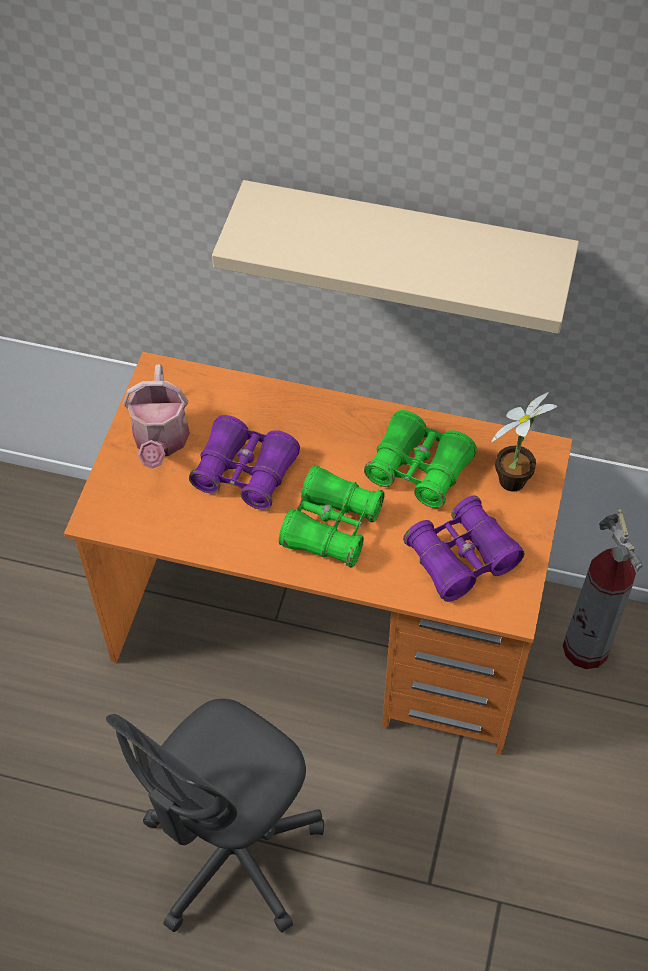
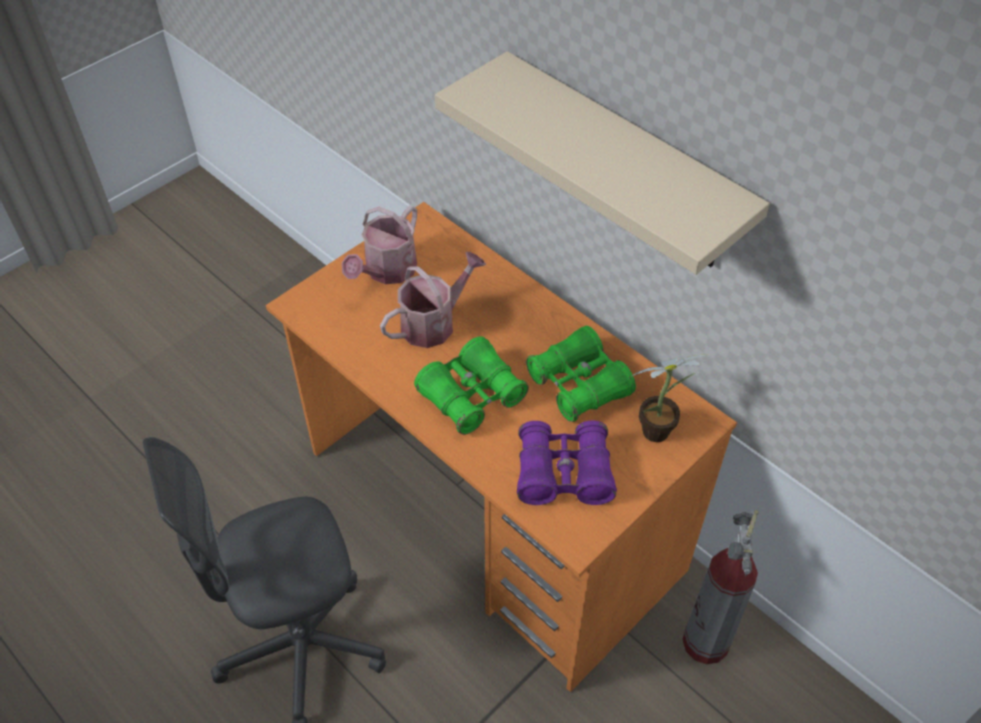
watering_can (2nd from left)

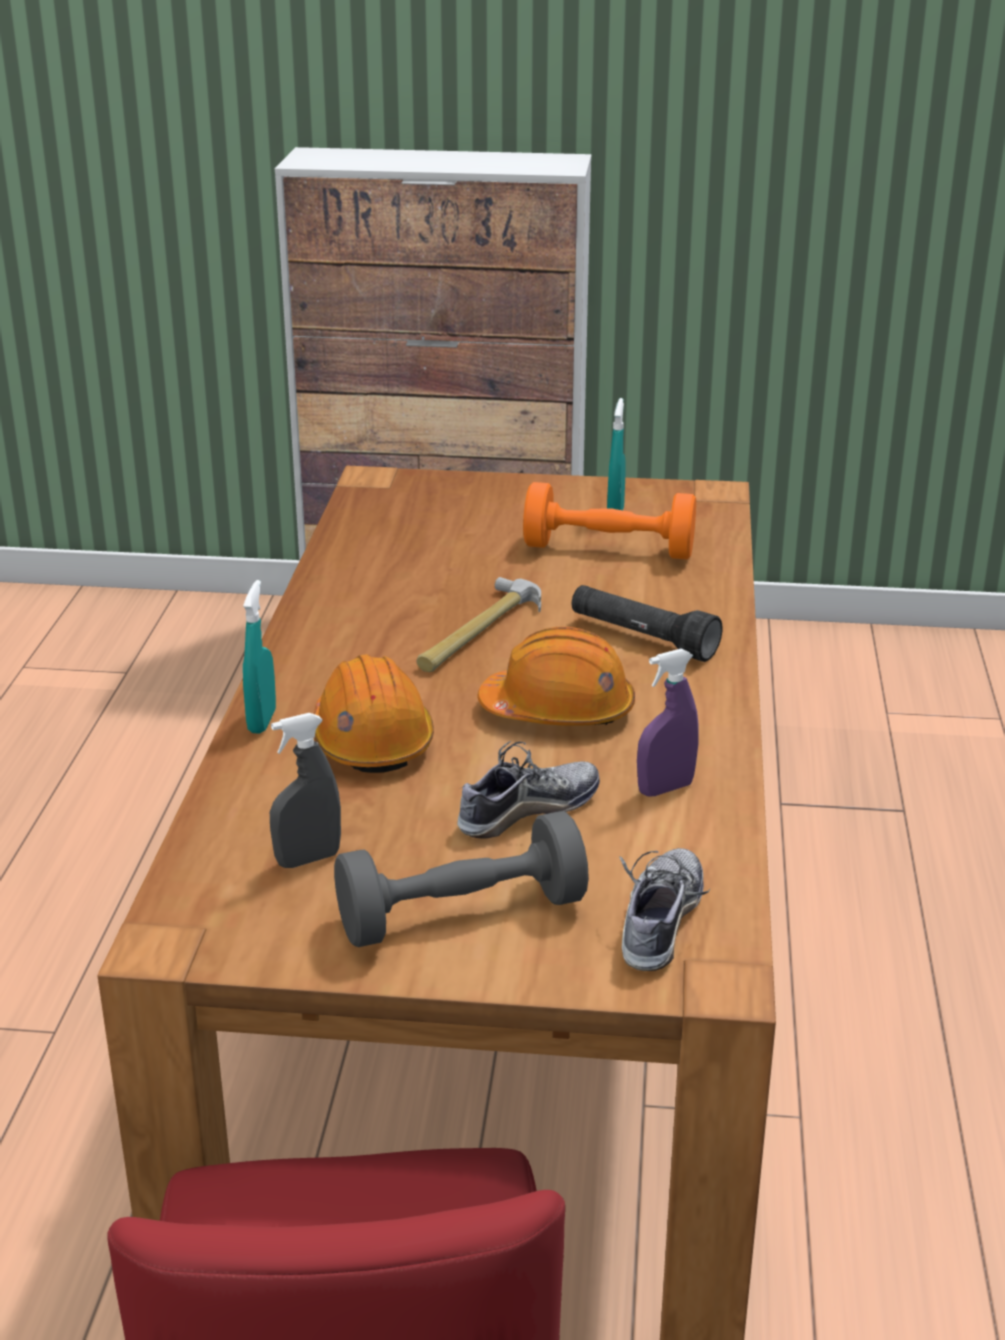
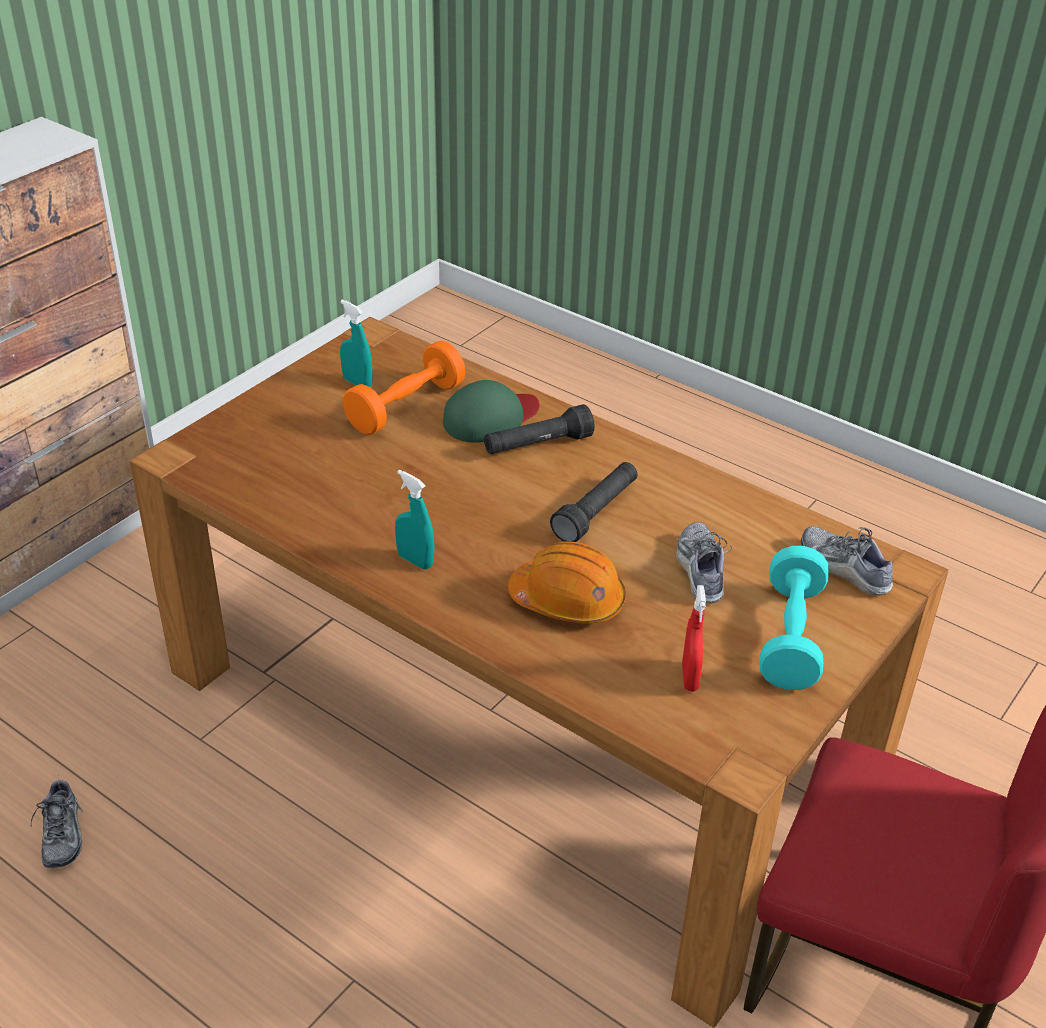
tool_hammer
turquoise_sprayer (2nd from left)
black-coloured_torch (2nd from left)
purple-coloured_sprayer
red_sprayer
turquoise_hand_weight
green-coloured_cap
item_of_footwear (1st from left)

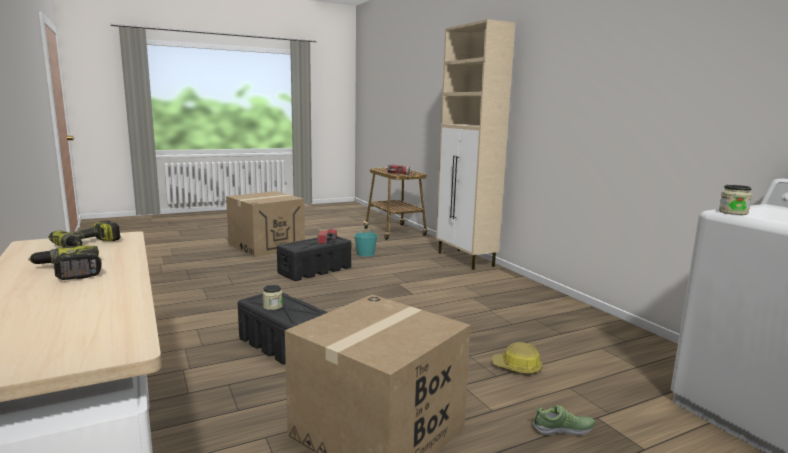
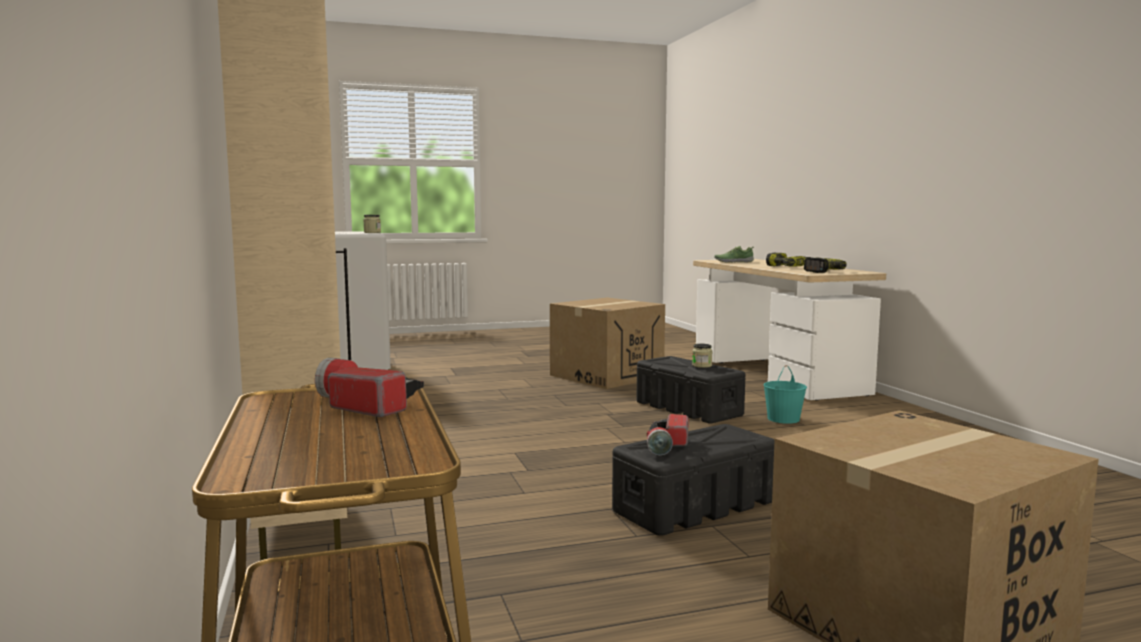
turquoise_bucket
hard_hat
item_of_footwear

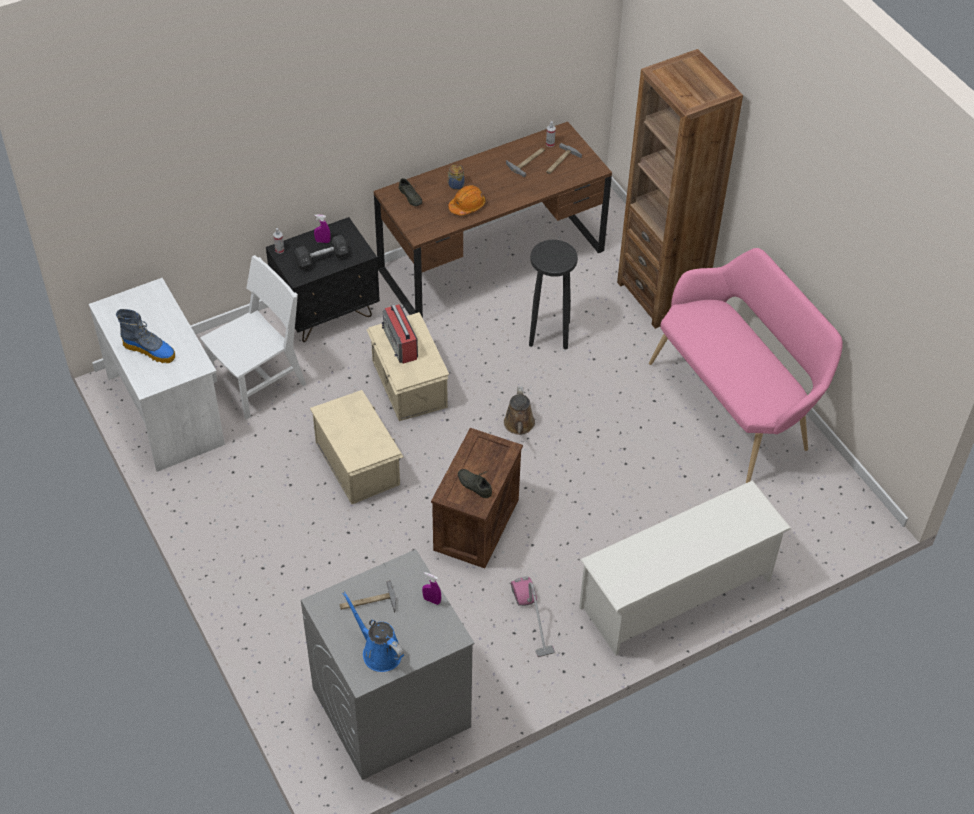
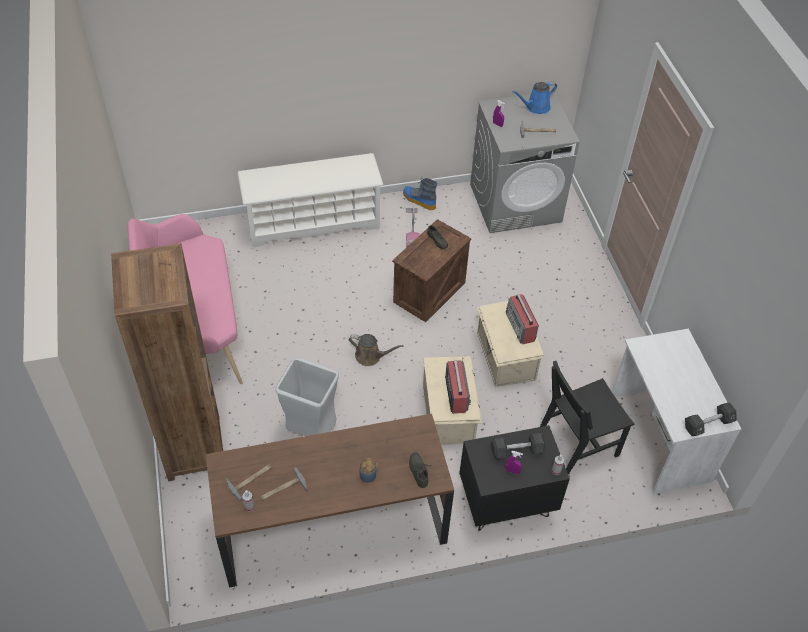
orange-coloured_hard_hat
grey_rubbish_bin
black-coloured_chair
high-top_boot
brown-coloured_watering_can
blue-coloured_watering_can
radio (2nd from left)
black-coloured_hand_weight (2nd from left)

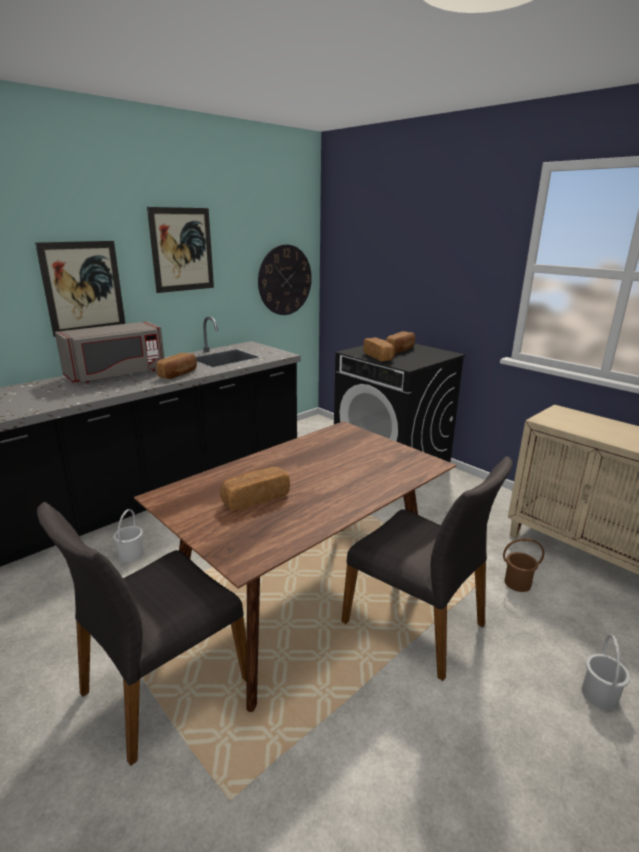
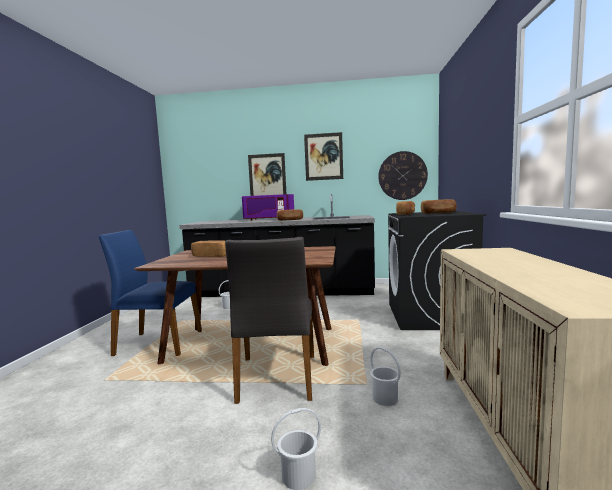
purple-coloured_microwave
blue-coloured_chair
white_bucket (3rd from left)

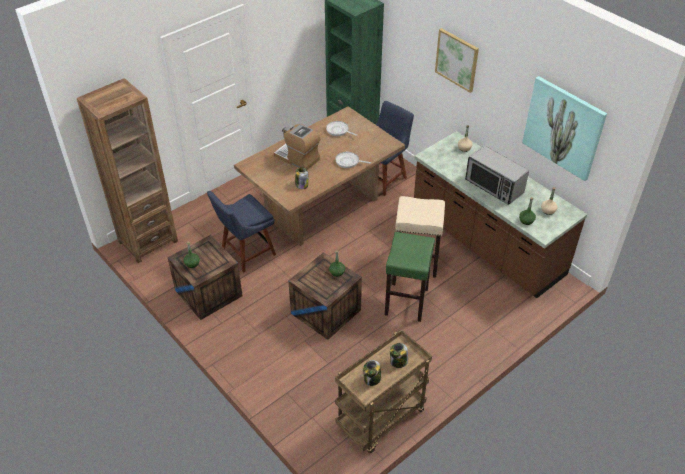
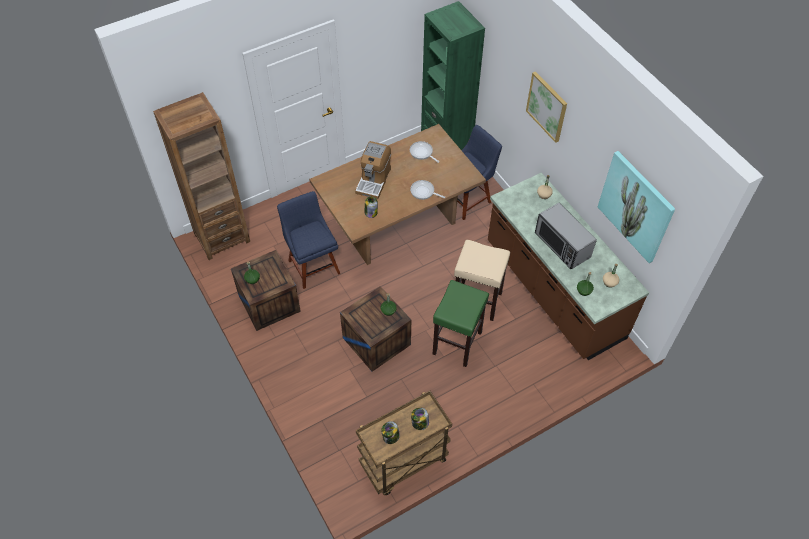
coffee_maker
blue-coloured_chair (1st from left)

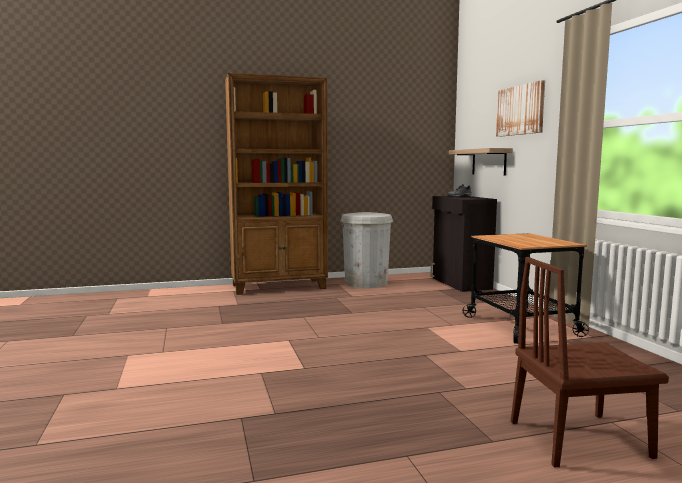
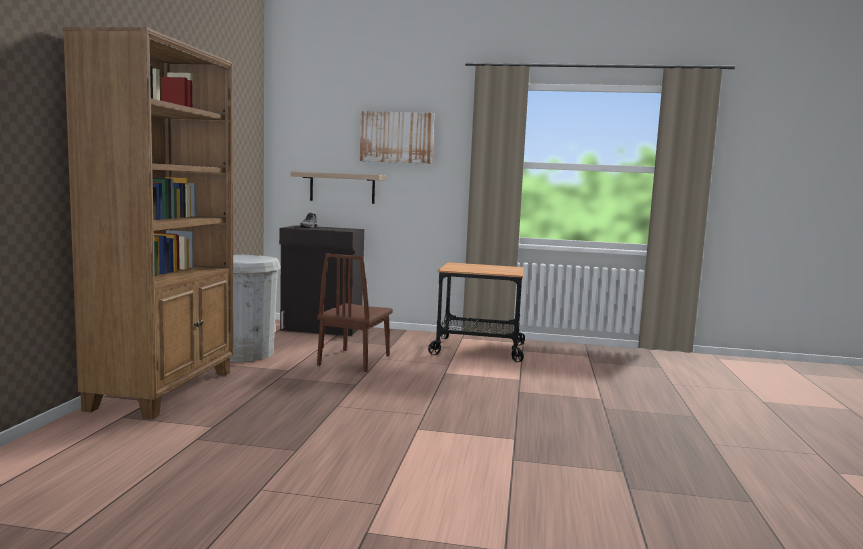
brown-coloured_chair

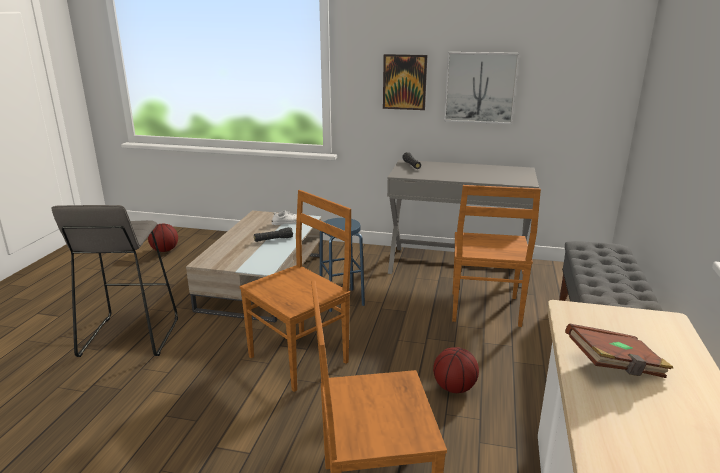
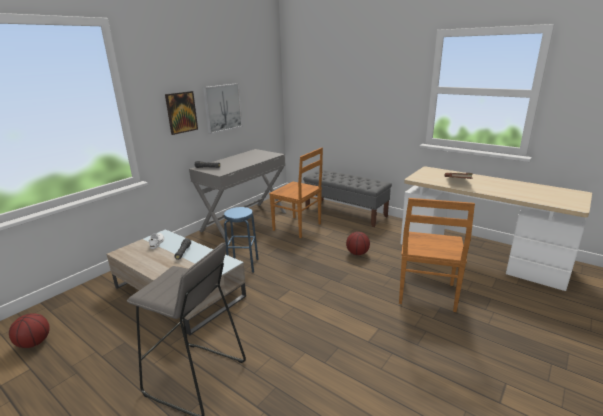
brown-coloured_chair (1st from left in the first image)

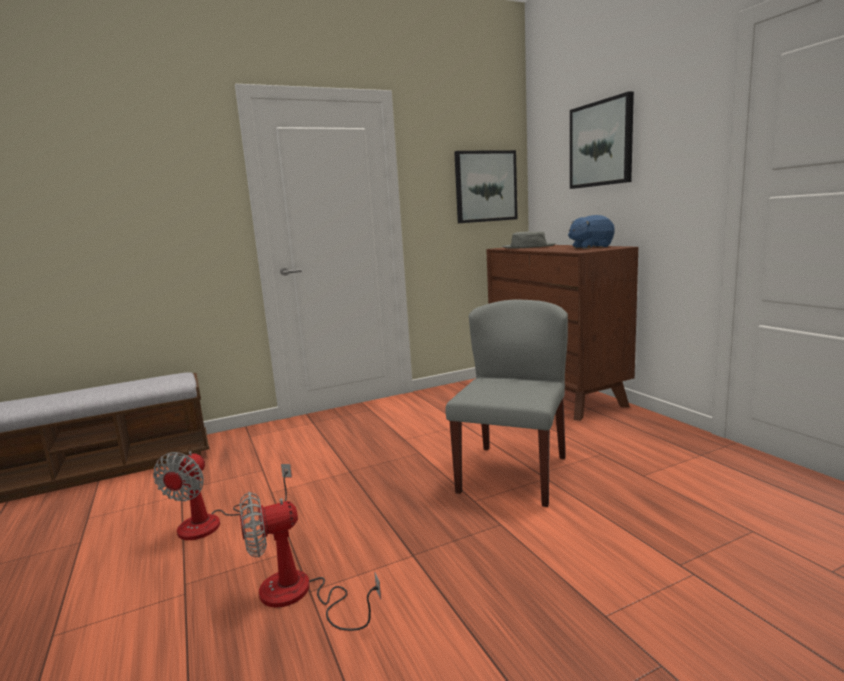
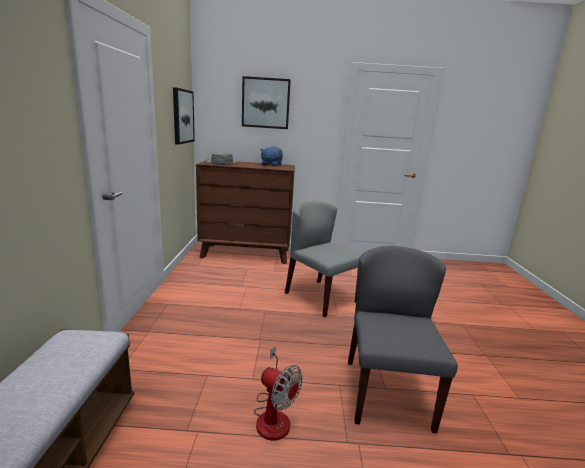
grey_chair (2nd from left)

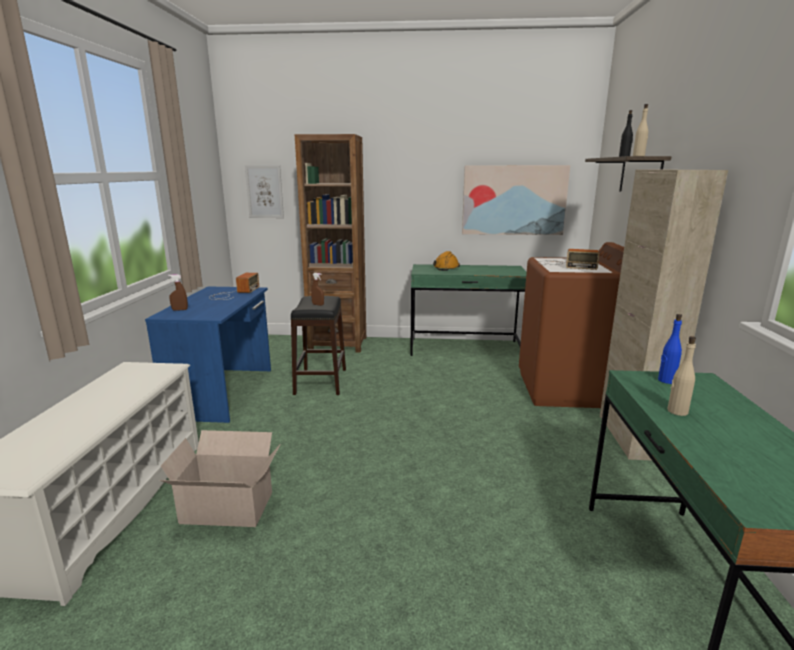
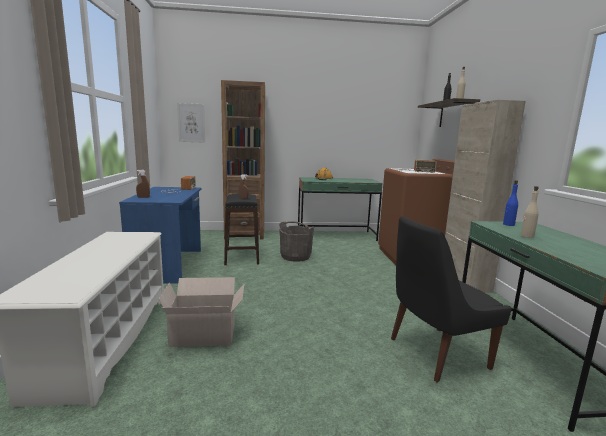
picture (2nd from left in the first image)
black-coloured_chair
grey_bucket

